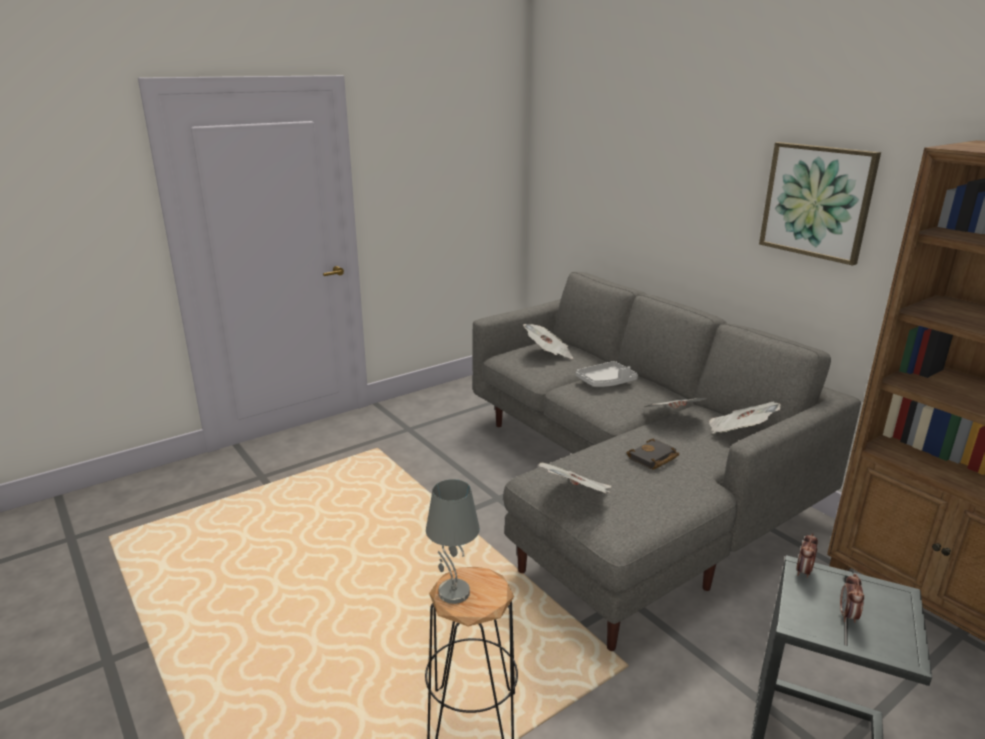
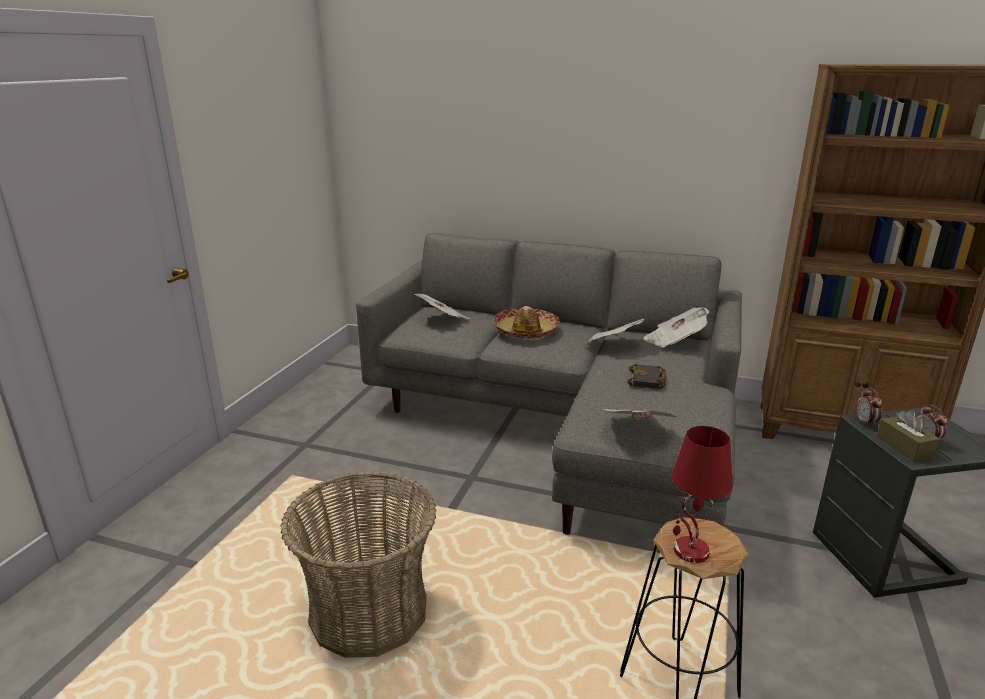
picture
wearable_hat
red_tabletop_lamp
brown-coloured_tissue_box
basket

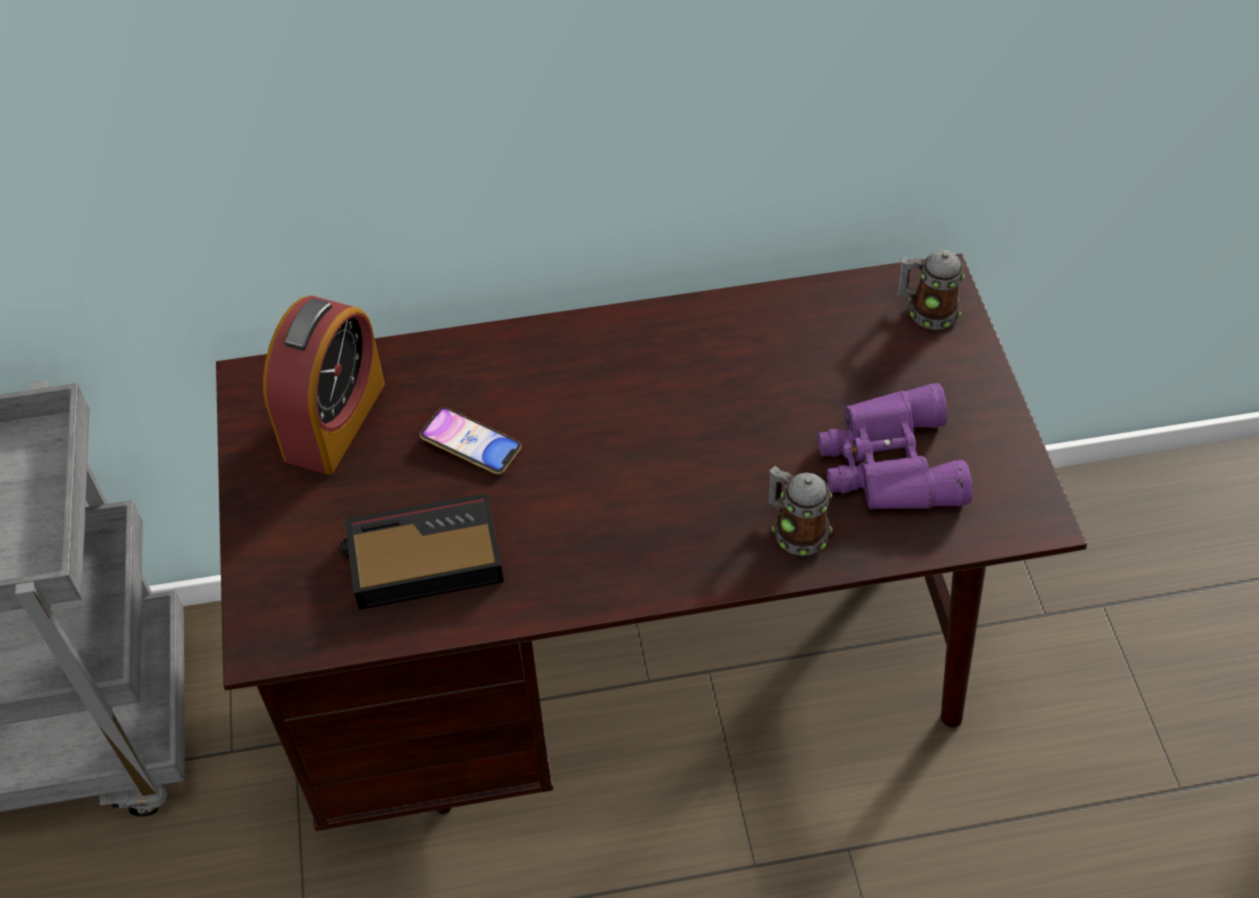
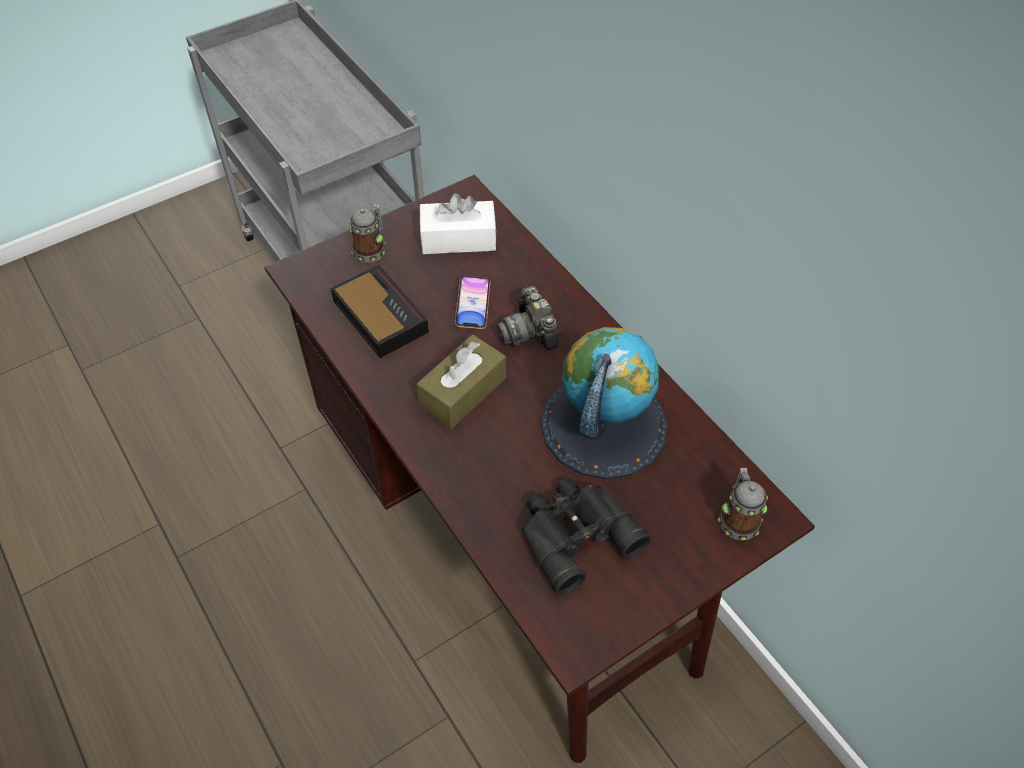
white_tissue_box
black-coloured_field_glasses
tea_mug (1st from left)
photo_camera
desk_globe
brown-coloured_tissue_box

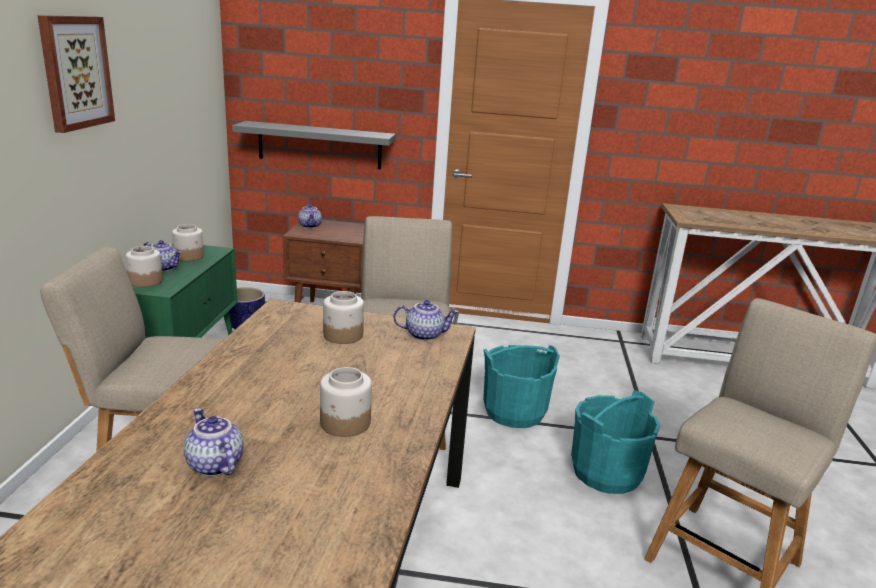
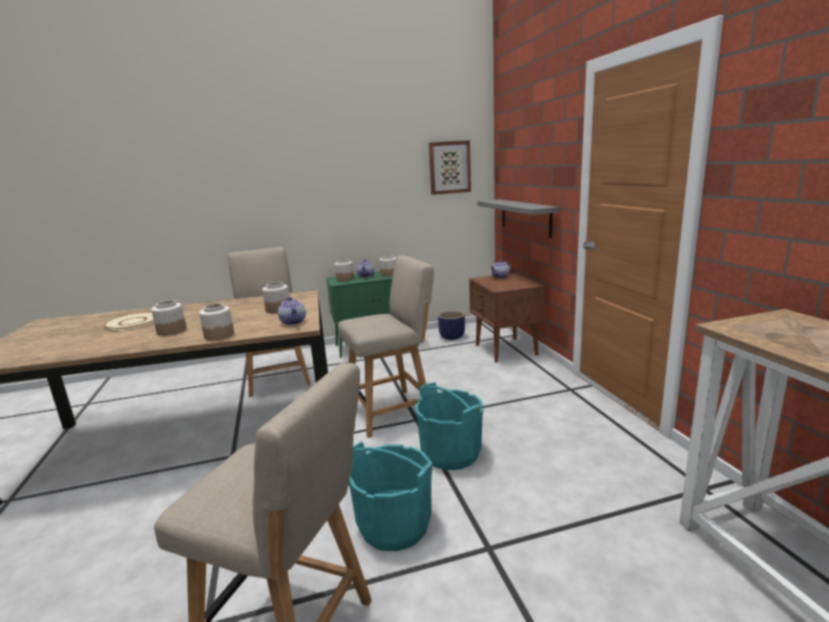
picture
beige_flat_dish
jar (2nd from left)

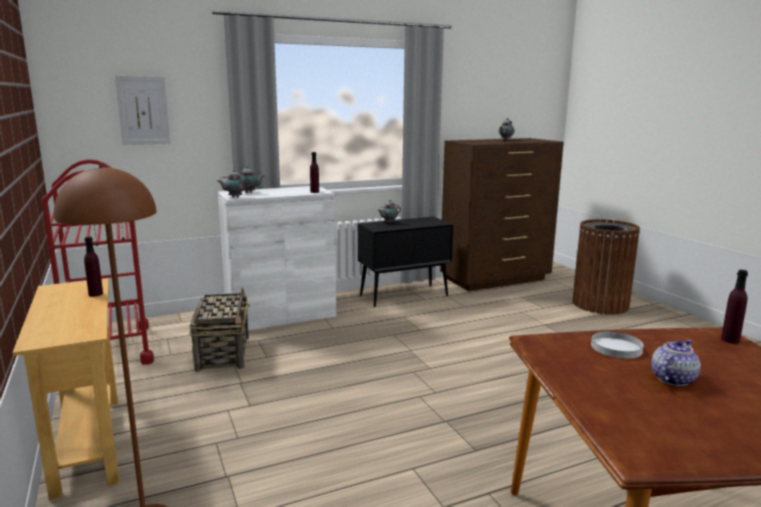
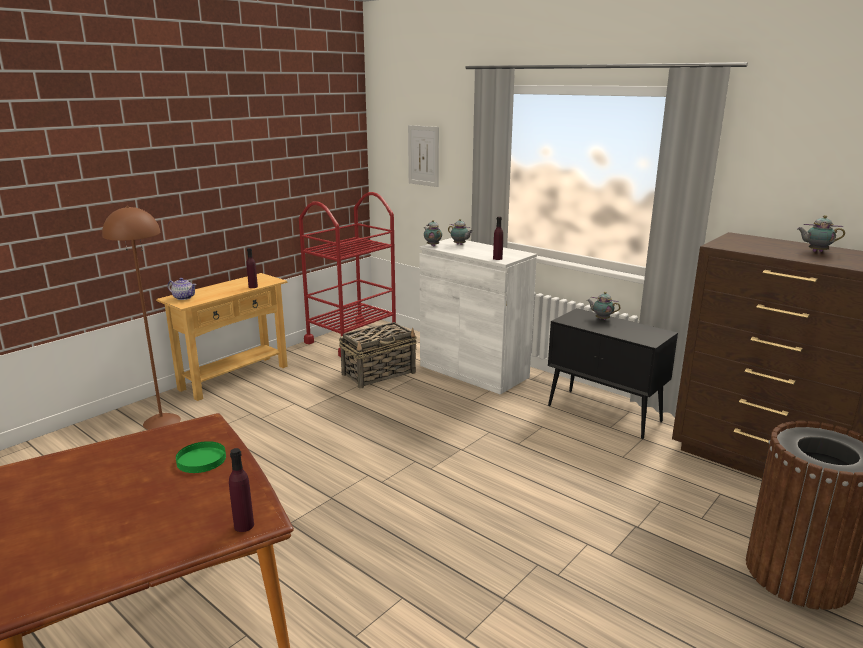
green-coloured_flat_dish
teapot (1st from left)

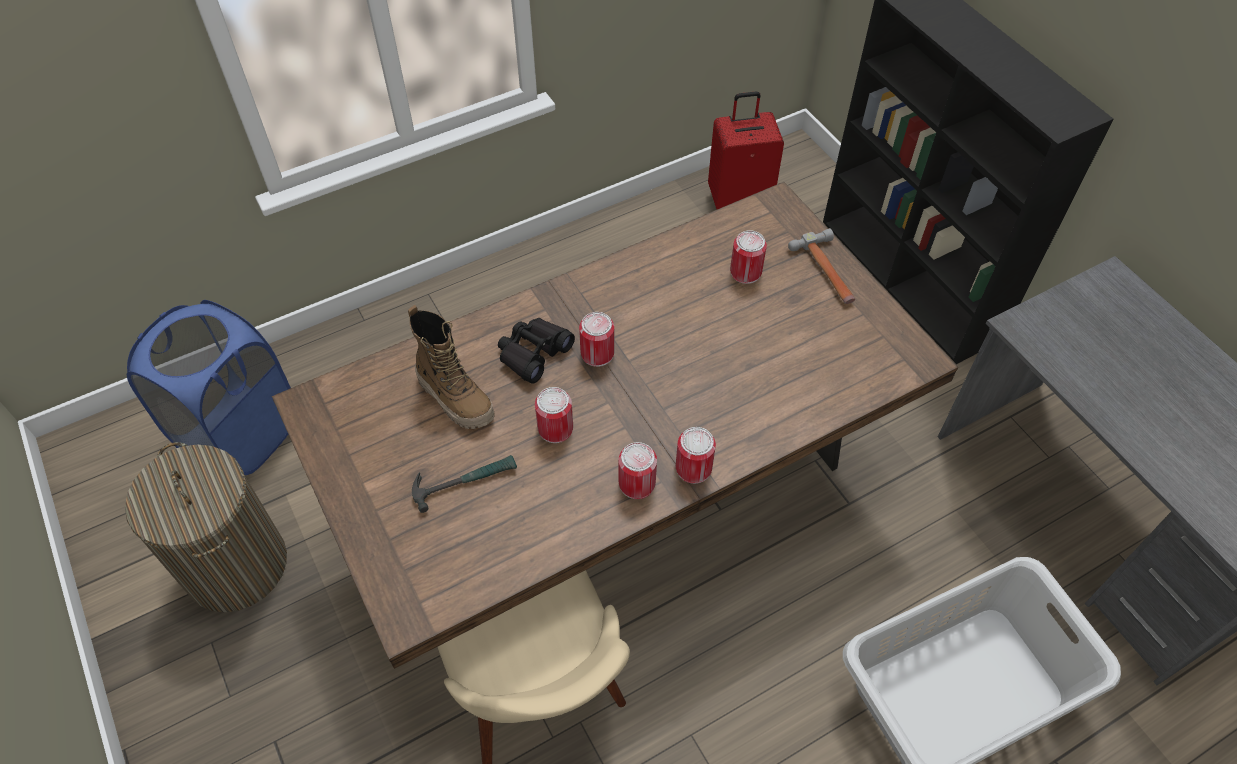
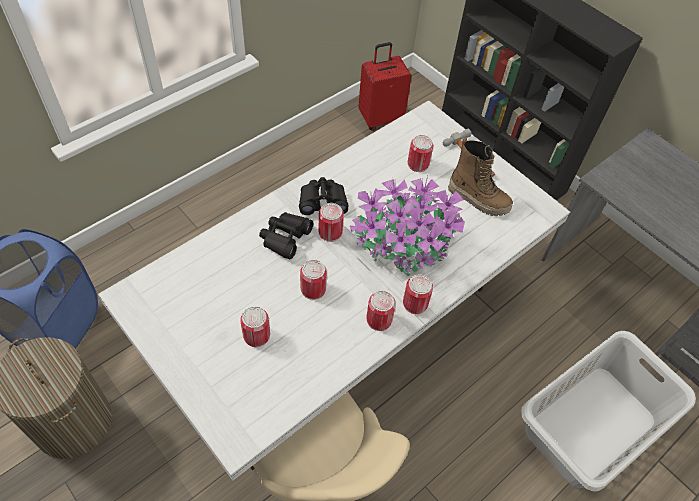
white_dinner_table
high-top_boot
can (1st from left)
plant_in_a_pot
black-coloured_field_glasses (2nd from left)

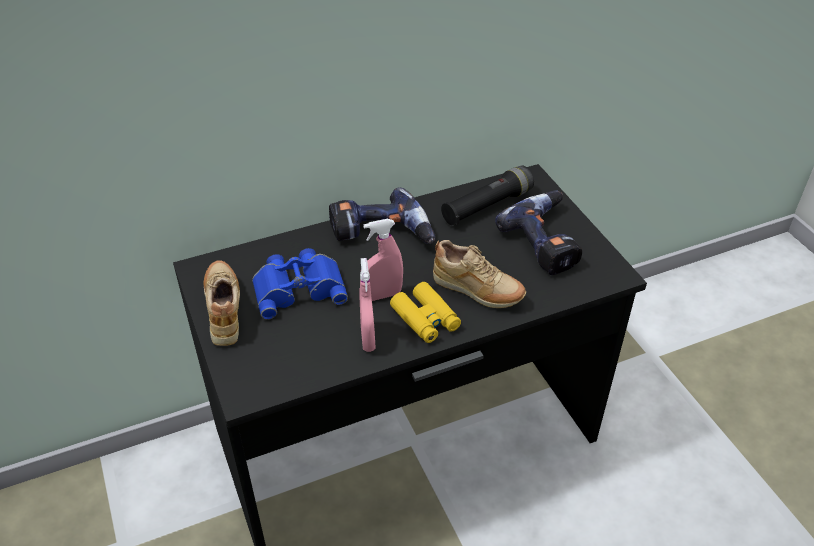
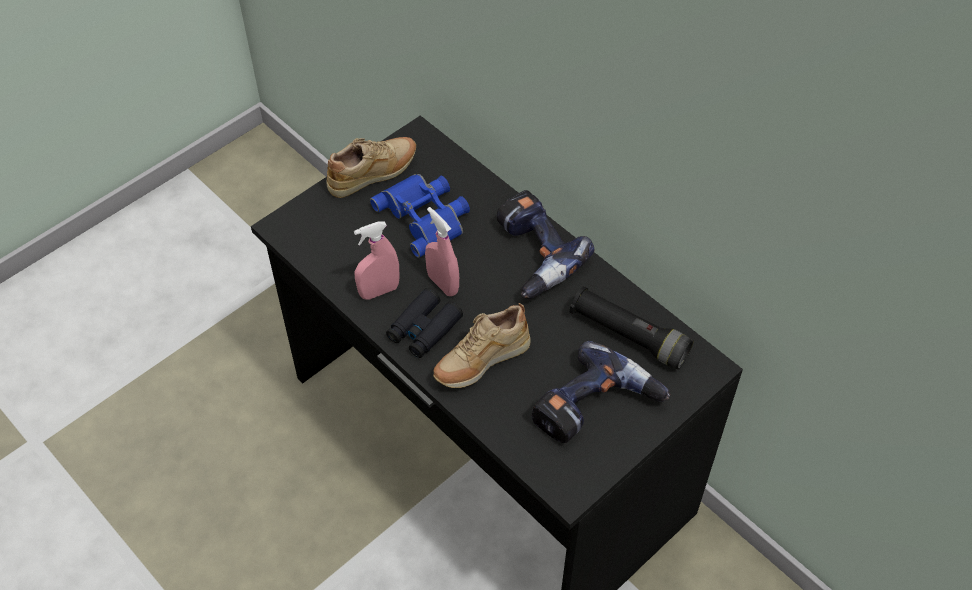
beige_item_of_footwear (2nd from left)
black-coloured_field_glasses

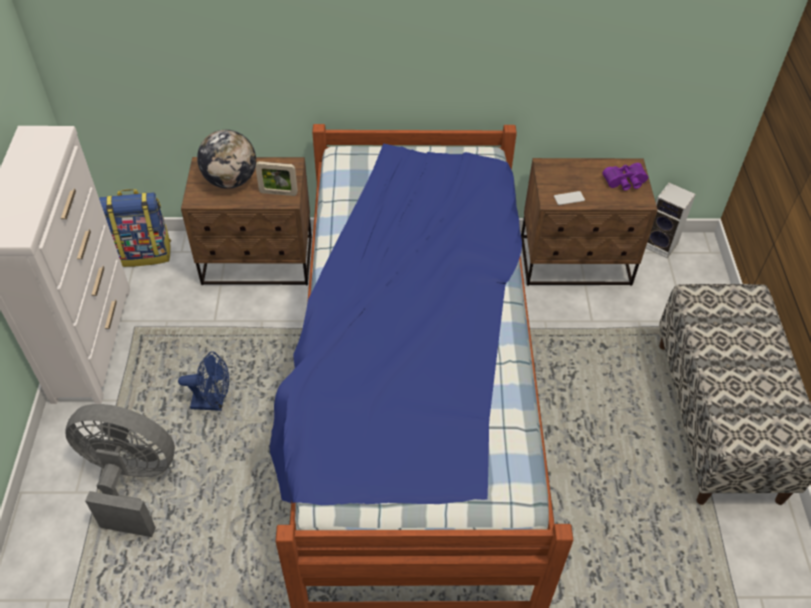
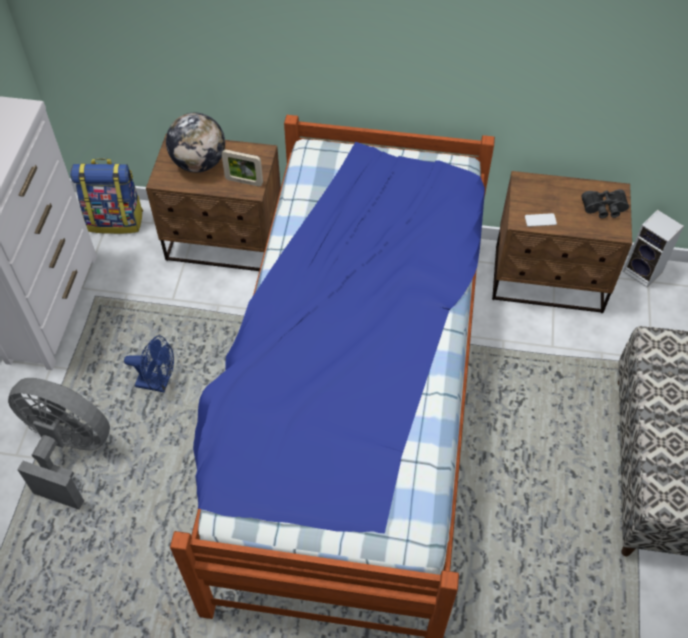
black-coloured_field_glasses

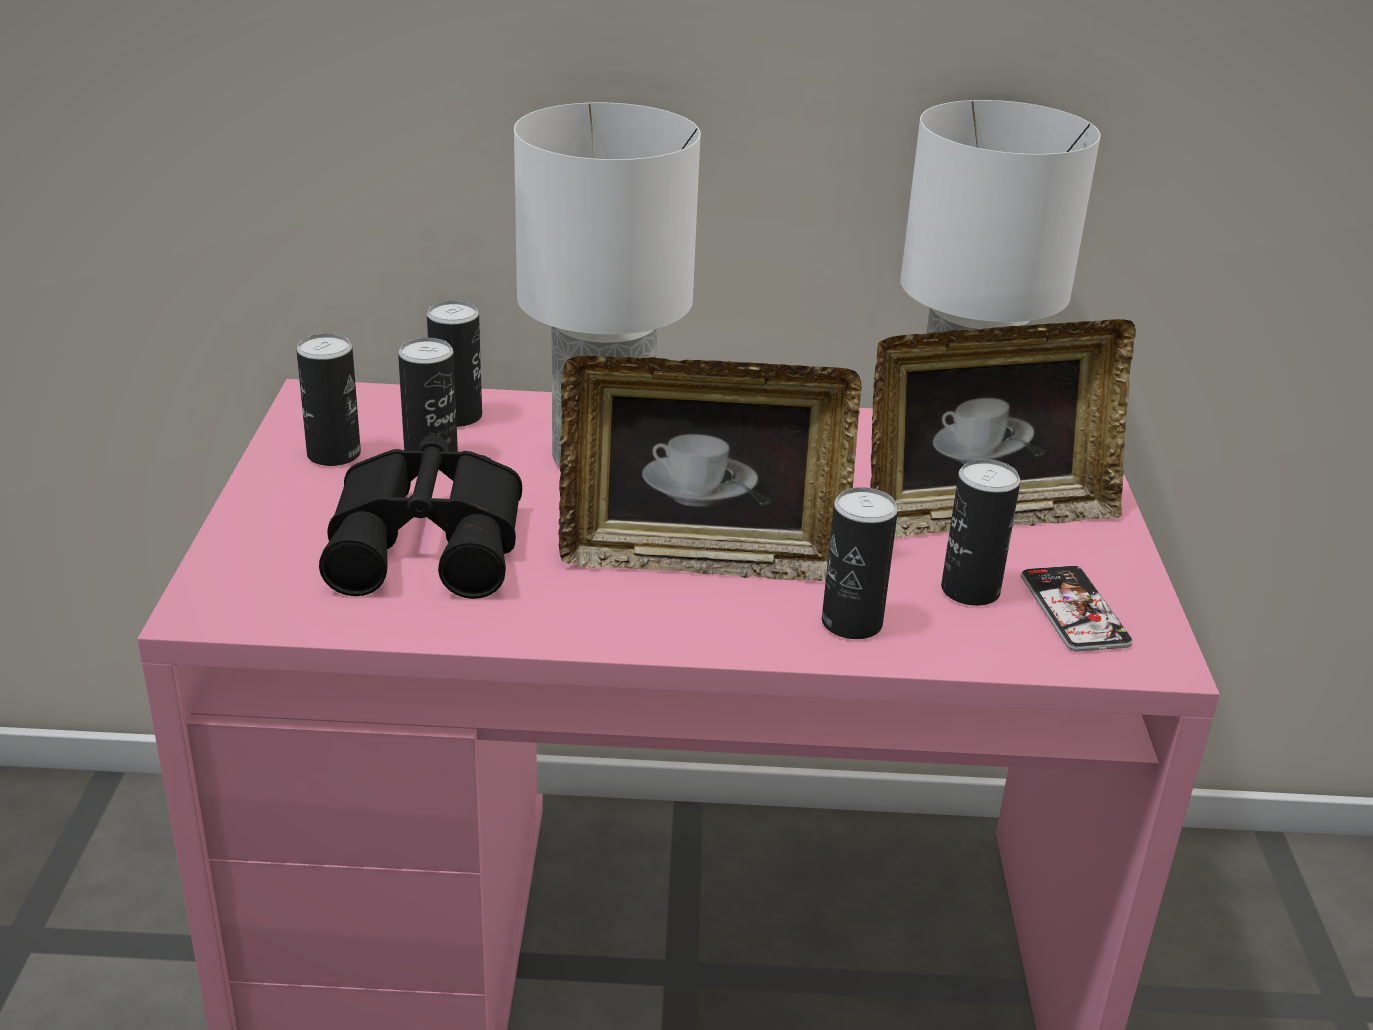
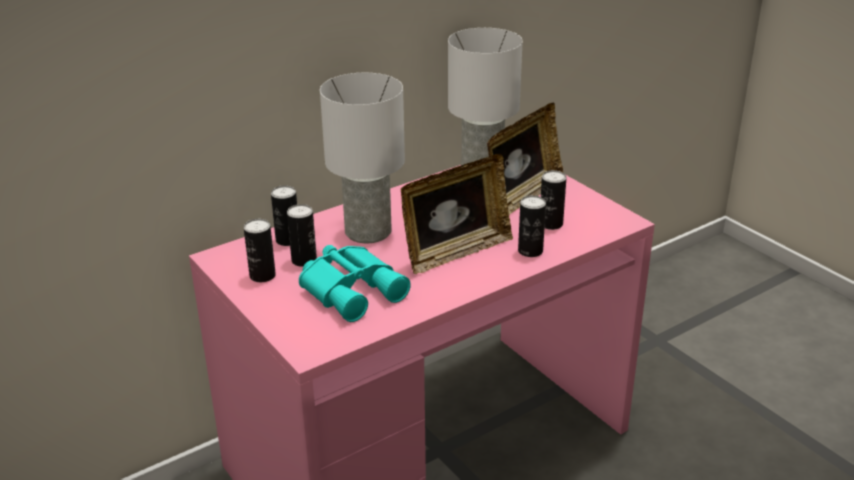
turquoise_field_glasses
phone

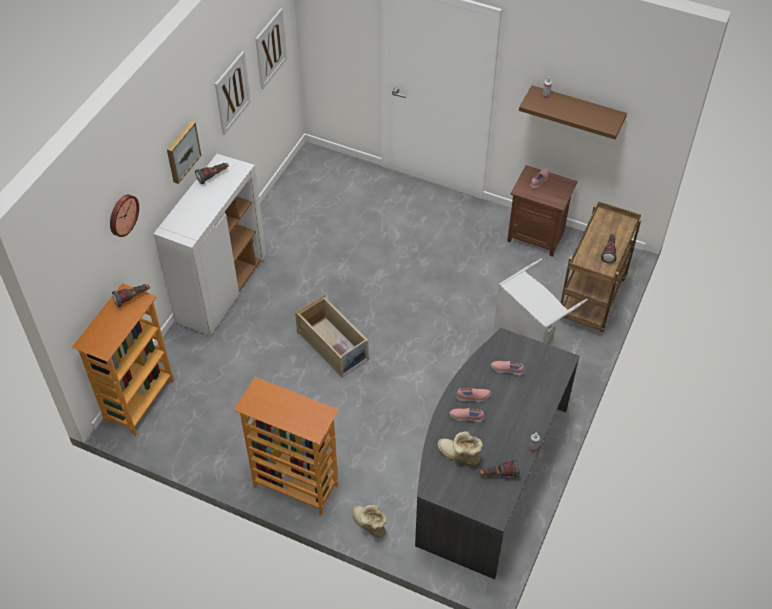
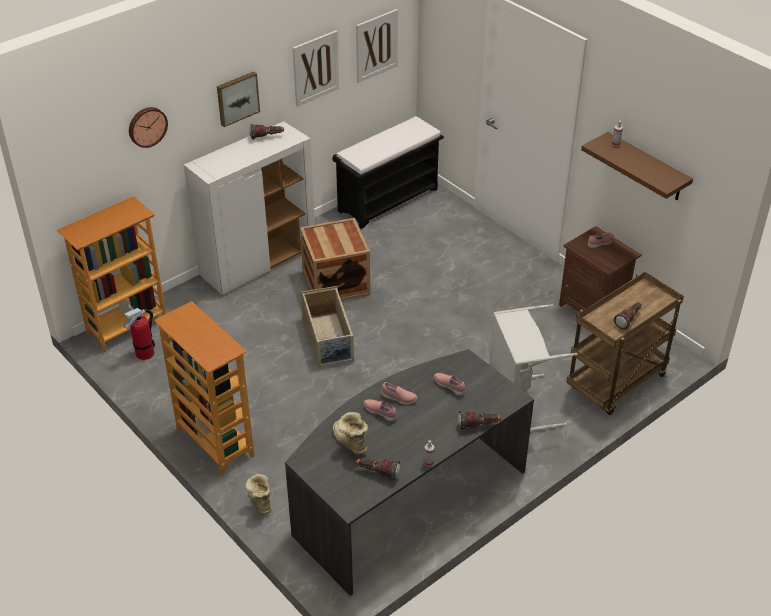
torch (3rd from left)
black-coloured_indoor_bench
shipping_crate
extinguisher

